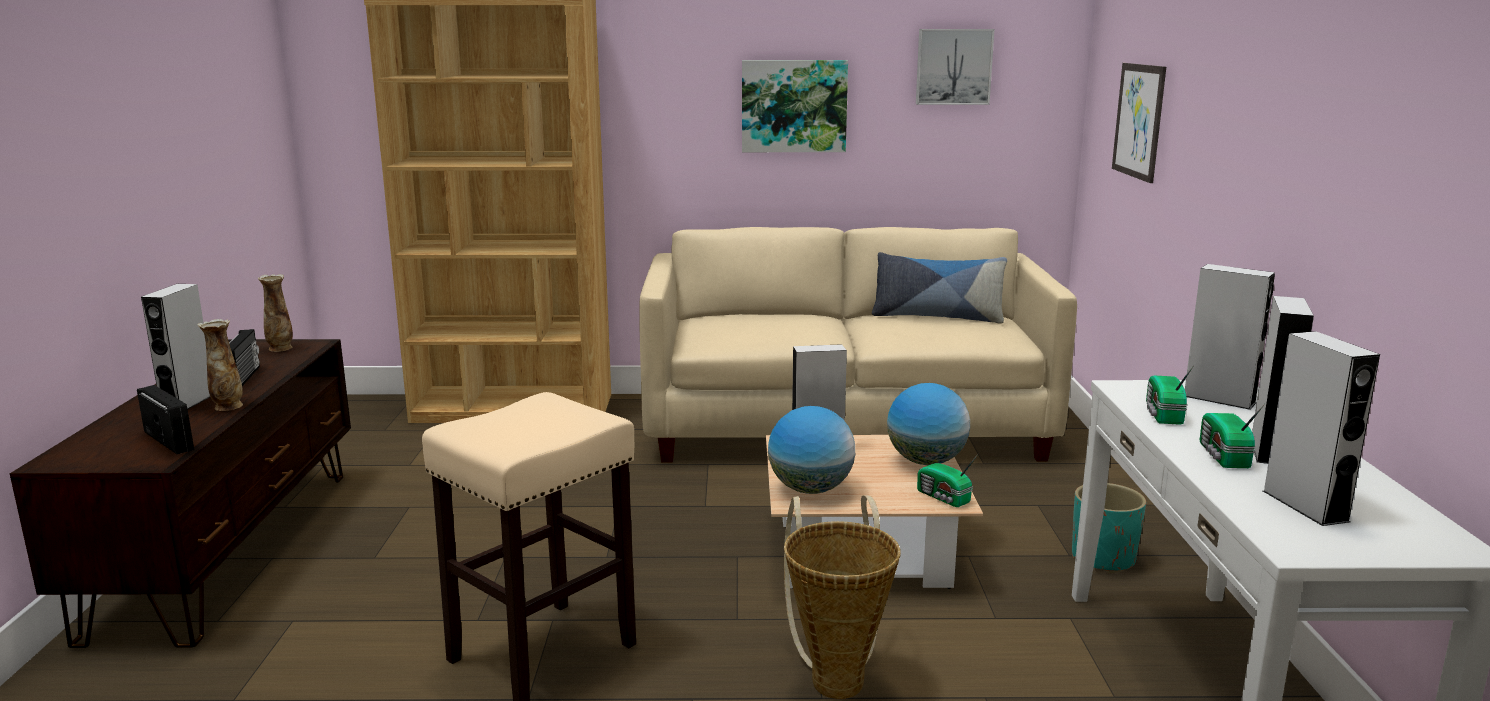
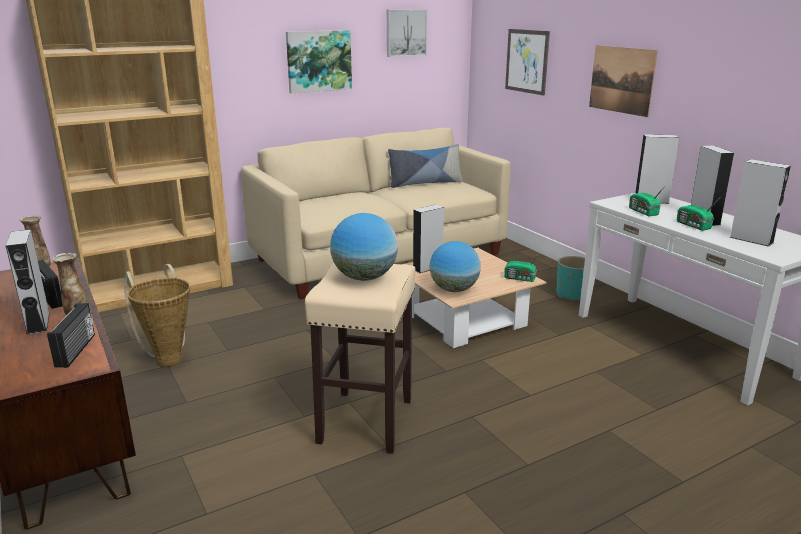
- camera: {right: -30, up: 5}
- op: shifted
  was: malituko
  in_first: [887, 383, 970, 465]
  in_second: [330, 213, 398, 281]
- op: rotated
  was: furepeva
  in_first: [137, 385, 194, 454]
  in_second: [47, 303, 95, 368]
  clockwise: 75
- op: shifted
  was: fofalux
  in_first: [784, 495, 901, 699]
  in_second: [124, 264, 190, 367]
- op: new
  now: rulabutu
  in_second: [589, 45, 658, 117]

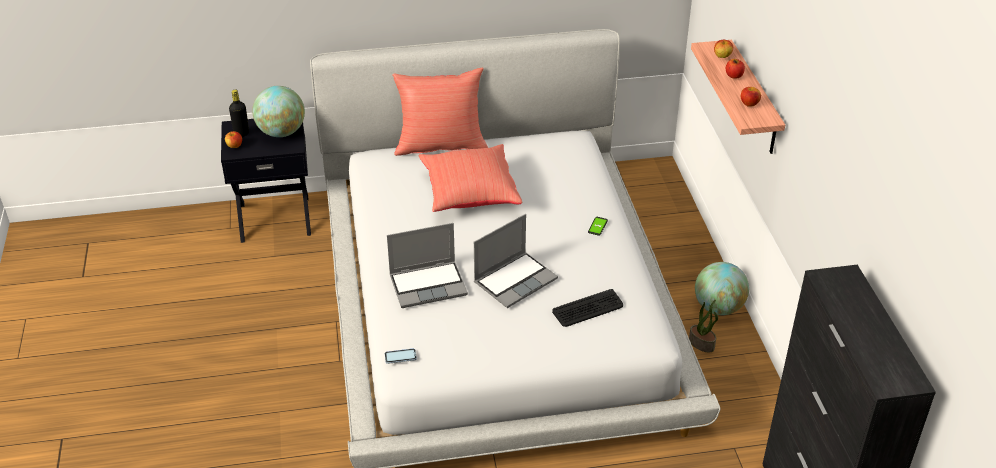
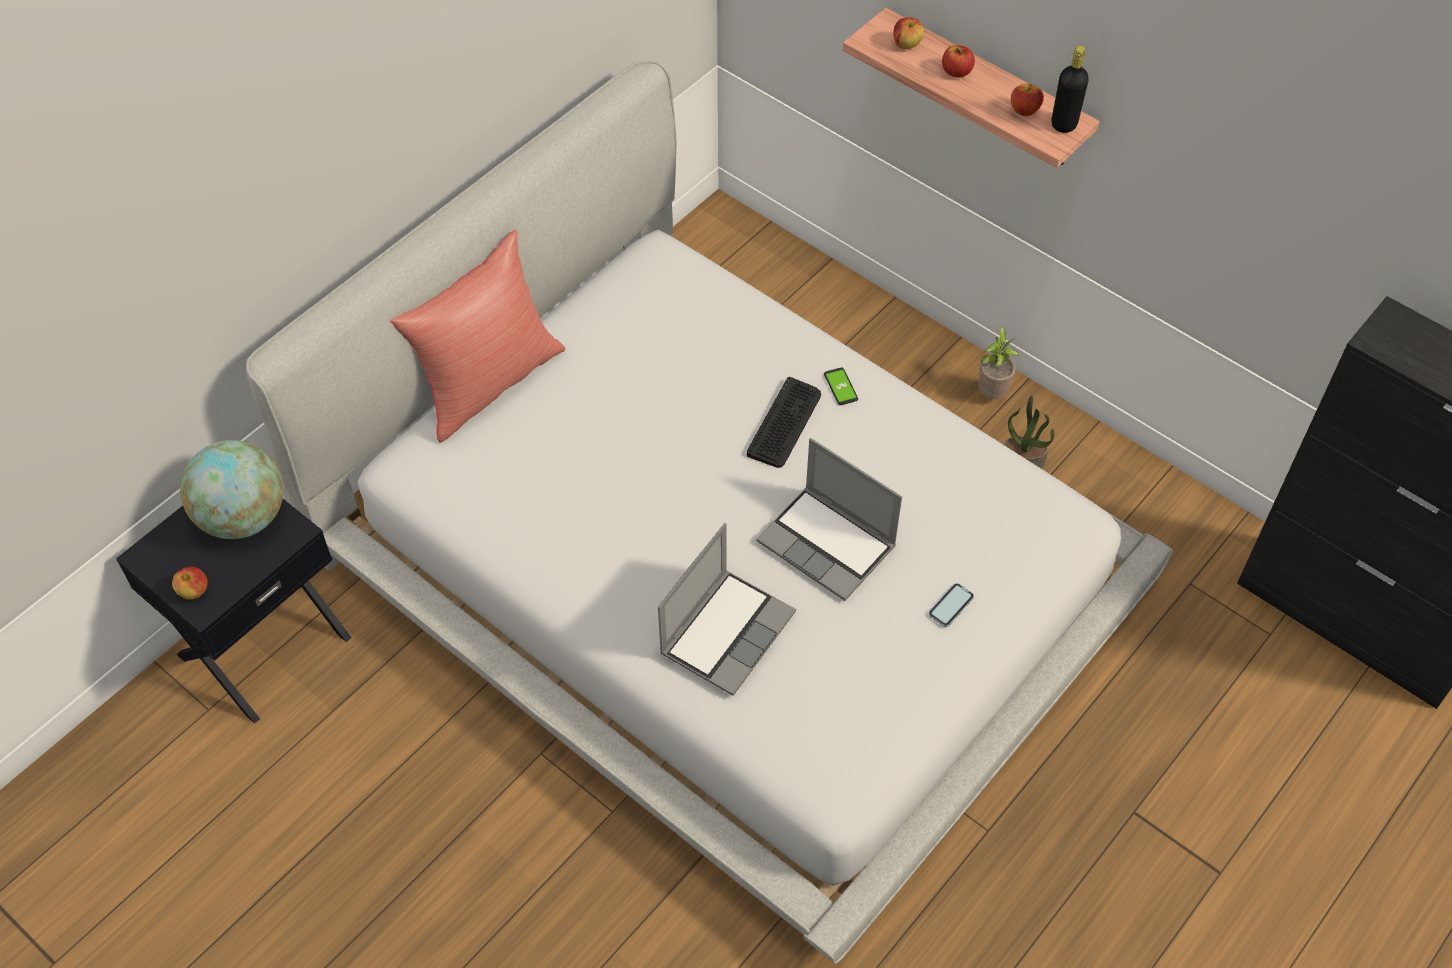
- camera: {right: -40, up: 15}
- op: shifted
  was: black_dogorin
  in_first: [229, 90, 249, 137]
  in_second: [1052, 45, 1089, 133]
- op: gone
  was: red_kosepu
  in_first: [418, 144, 522, 212]
- op: rotated
  was: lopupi
  in_first: [474, 214, 558, 308]
  in_second: [756, 438, 902, 601]
  clockwise: 120
- op: swapped
  was: malituko
  now: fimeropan
  in_first: [695, 262, 749, 315]
  in_second: [979, 326, 1019, 399]
- op: shifted
  was: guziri
  in_first: [552, 289, 623, 327]
  in_second: [747, 377, 821, 468]
- op: shifted
  was: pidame
  in_first: [385, 349, 417, 364]
  in_second: [928, 583, 974, 627]

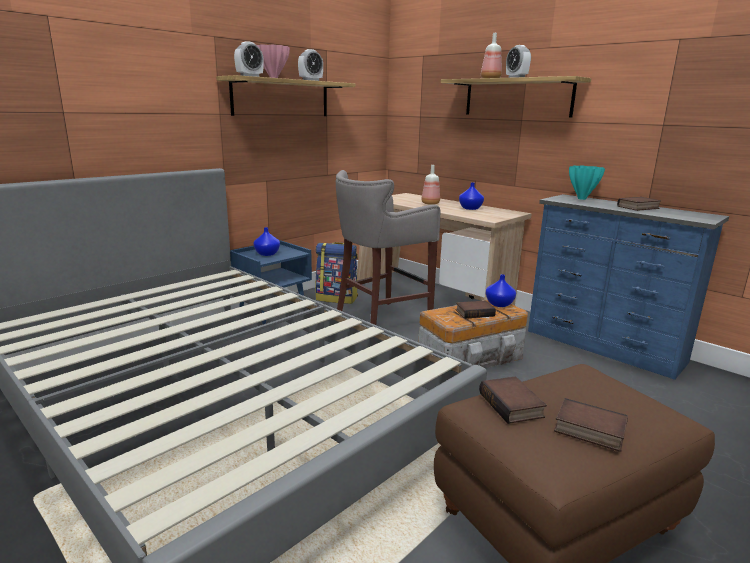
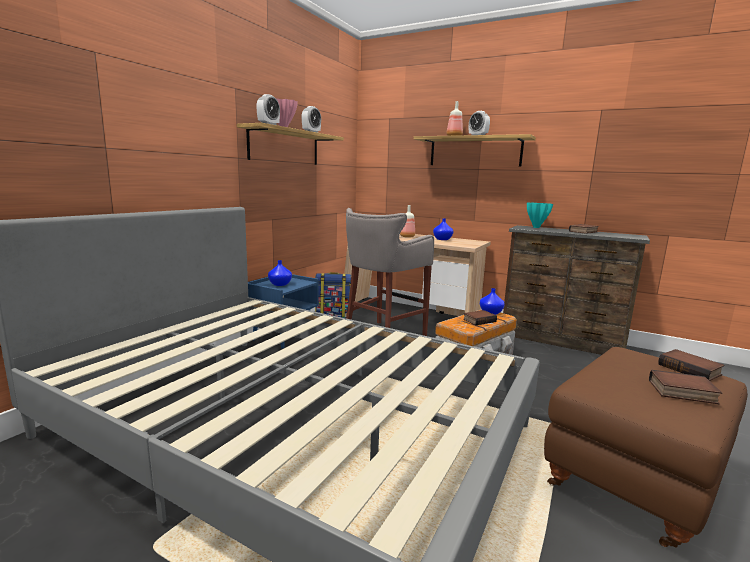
- camera: {right: -15, up: -5}
- op: repainted
  was: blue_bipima
  now: brown_bipima
  in_first: [528, 194, 729, 380]
  in_second: [503, 225, 650, 355]
- op: shifted
  was: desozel
  in_first: [479, 376, 547, 424]
  in_second: [658, 349, 725, 381]

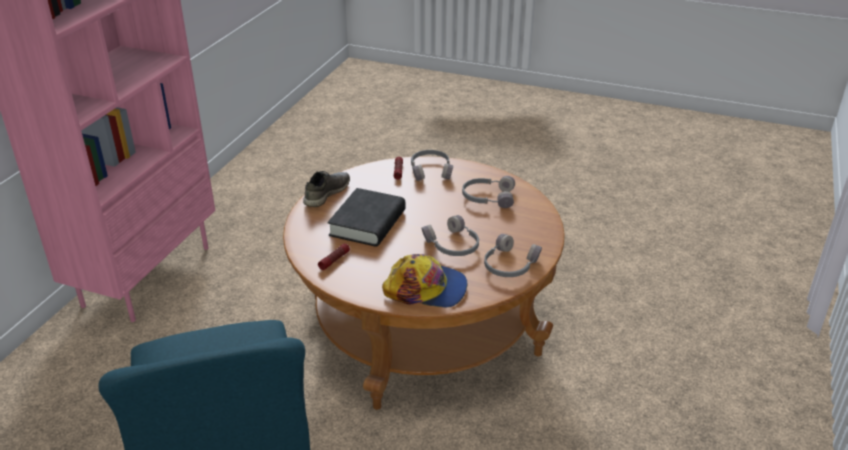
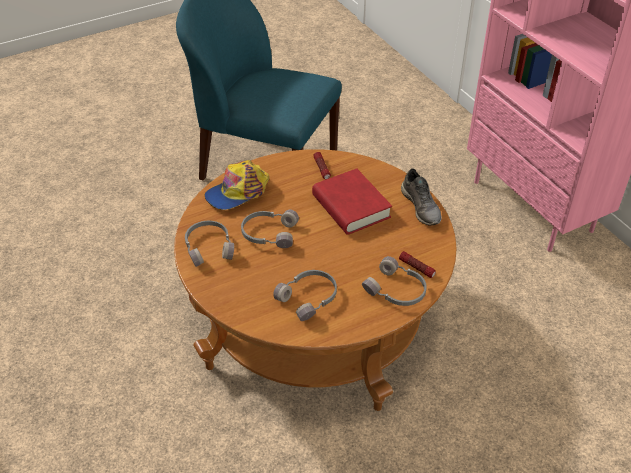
- camera: {right: 130, up: 10}
- op: repainted
  was: black_desozel
  now: red_desozel
  in_first: [328, 188, 406, 247]
  in_second: [312, 168, 392, 235]

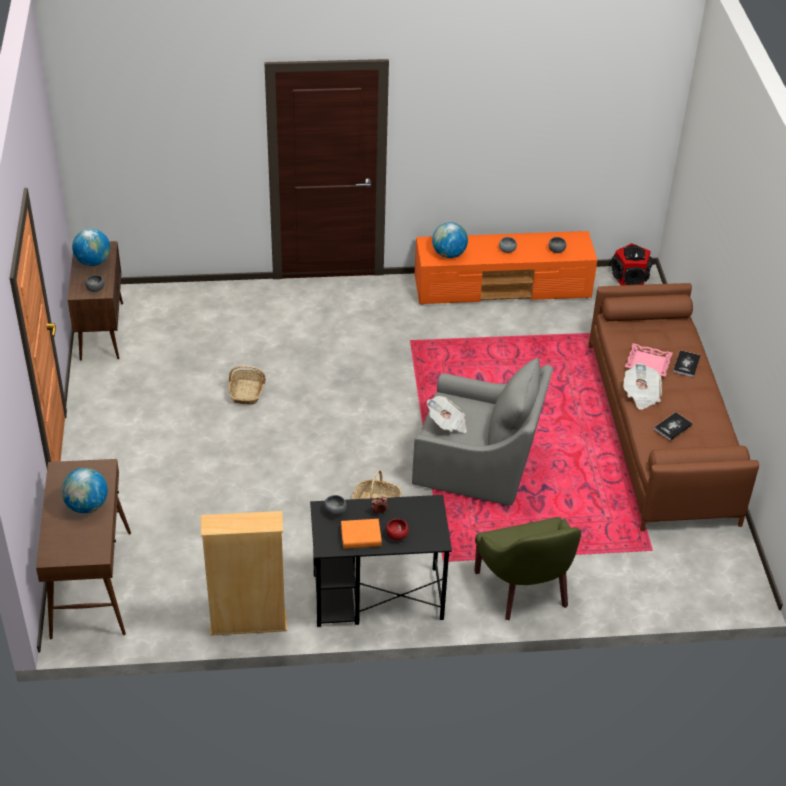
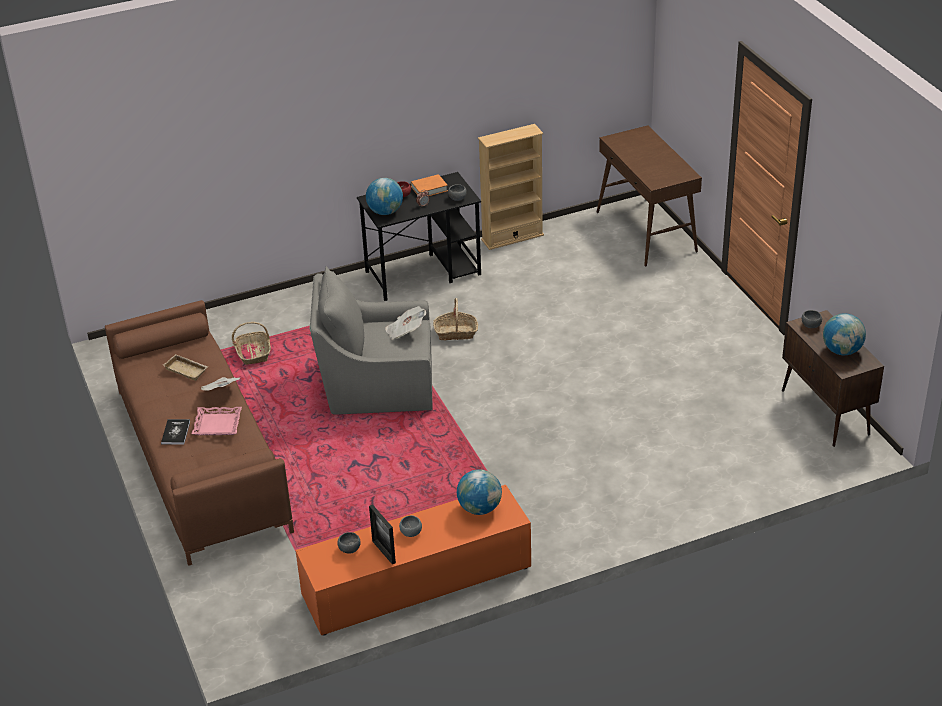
- camera: {right: 165, up: -5}
- op: gone
  was: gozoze
  in_first: [611, 243, 653, 286]
- op: shifted
  was: fofalux
  in_first: [228, 365, 266, 405]
  in_second: [232, 322, 271, 365]
- op: swapped
  was: desozel
  now: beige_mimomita
  in_first: [654, 412, 693, 441]
  in_second: [163, 354, 208, 381]
- op: shifted
  was: malituko
  in_first: [61, 468, 108, 513]
  in_second: [366, 178, 403, 215]
- op: gone
  was: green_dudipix
  in_first: [474, 517, 581, 620]
- op: new
  now: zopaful
  in_second: [369, 504, 396, 565]

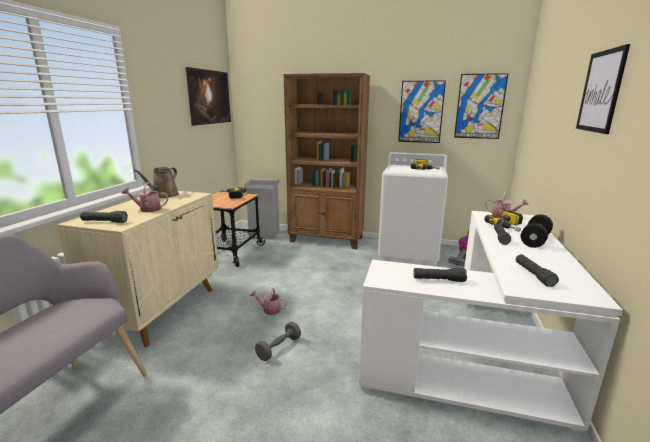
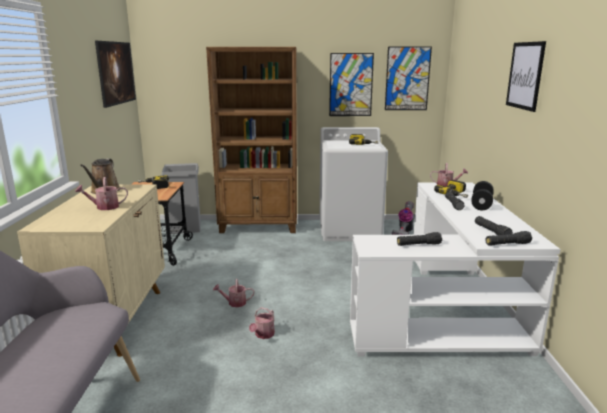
- camera: {right: -15, up: 0}
- op: shifted
  was: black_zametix
  in_first: [80, 211, 128, 223]
  in_second: [486, 231, 532, 246]
- op: swapped
  was: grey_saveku
  now: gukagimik
  in_first: [255, 322, 301, 361]
  in_second: [249, 307, 275, 339]

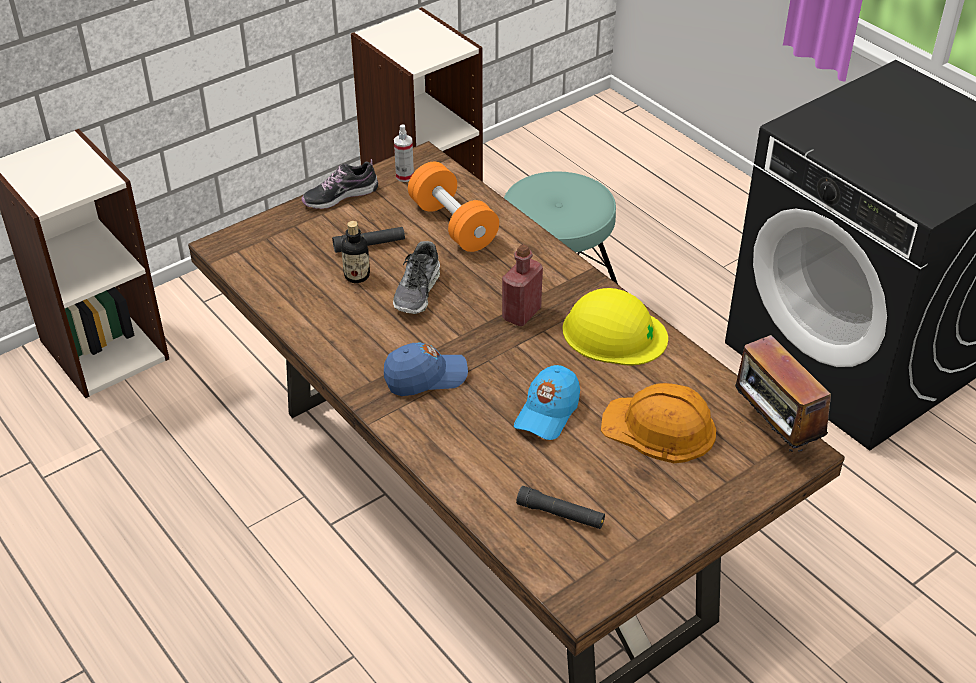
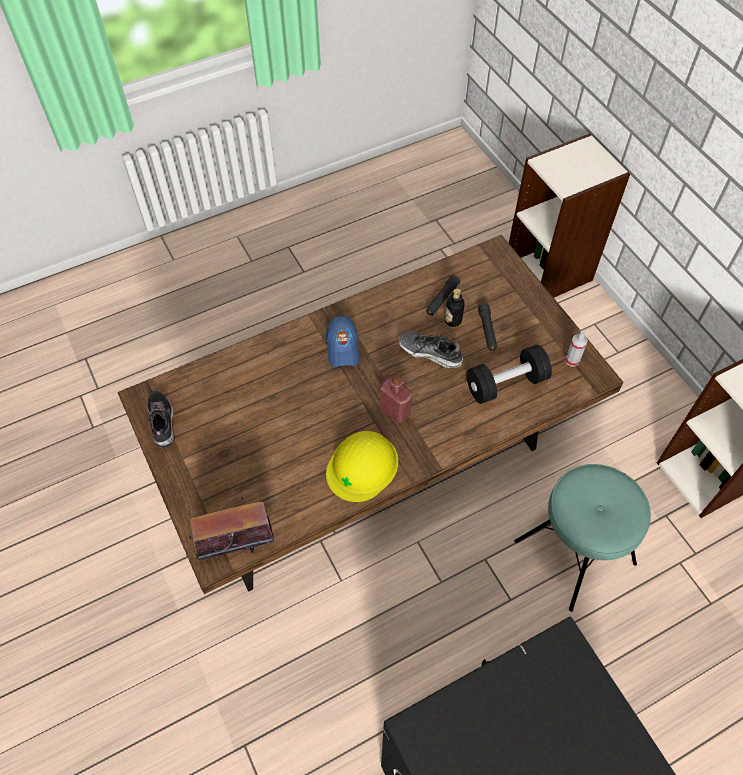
- camera: {right: 100, up: 15}
- op: shifted
  was: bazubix
  in_first: [302, 159, 378, 209]
  in_second: [148, 390, 175, 448]
- op: repainted
  was: orange_saveku
  now: black_saveku
  in_first: [408, 162, 499, 252]
  in_second: [466, 345, 552, 404]
- op: gone
  was: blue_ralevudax
  in_first: [514, 365, 580, 440]
- op: gone
  was: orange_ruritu
  in_first: [601, 383, 716, 463]
- op: shifted
  was: black_zametix
  in_first: [516, 486, 605, 529]
  in_second: [426, 275, 460, 316]

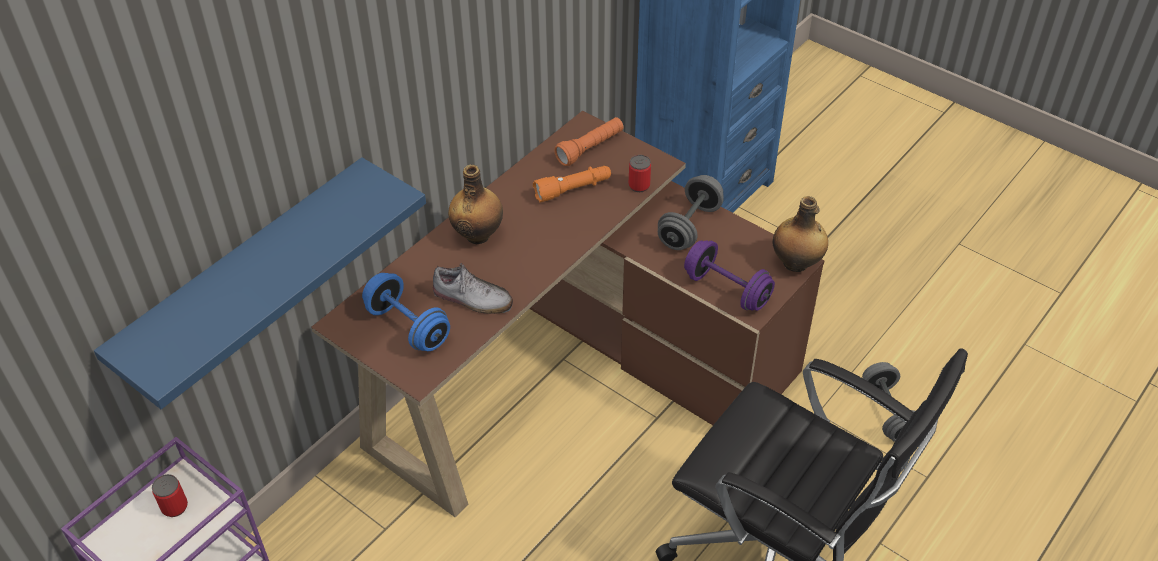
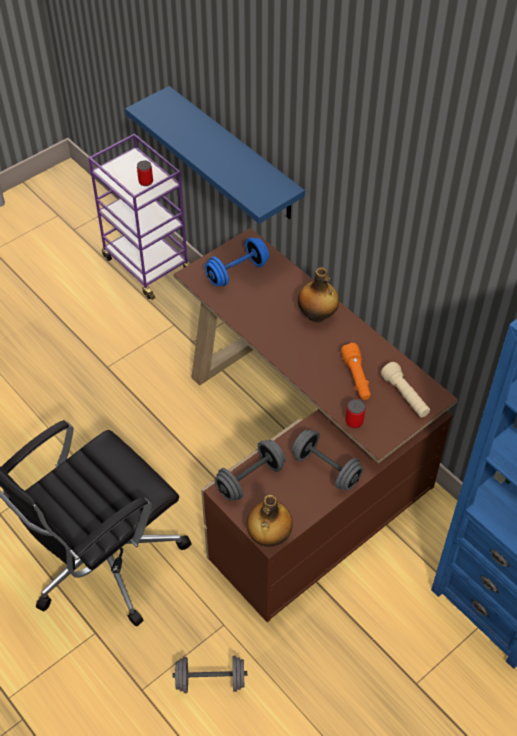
- camera: {right: 100, up: 5}
- op: repainted
  was: orange_zametix
  now: beige_zametix
  in_first: [554, 117, 624, 166]
  in_second: [381, 362, 430, 417]
- op: repainted
  was: purple_saveku
  now: grey_saveku
  in_first: [684, 241, 775, 311]
  in_second: [215, 440, 286, 501]
- op: gone
  was: bazubix
  in_first: [433, 263, 513, 314]

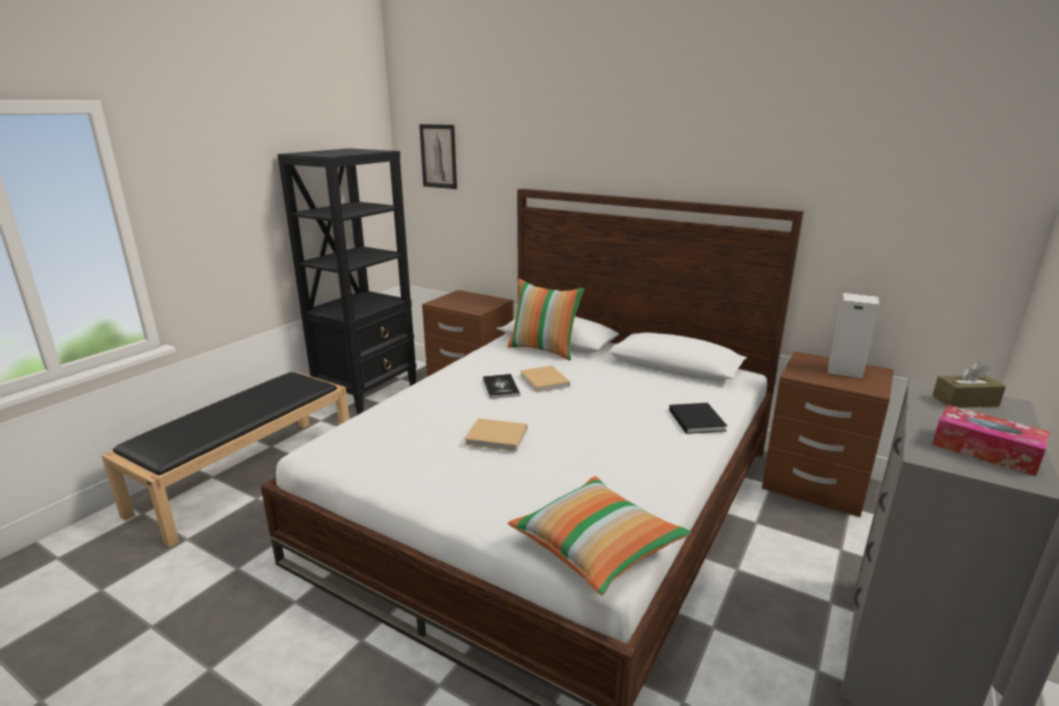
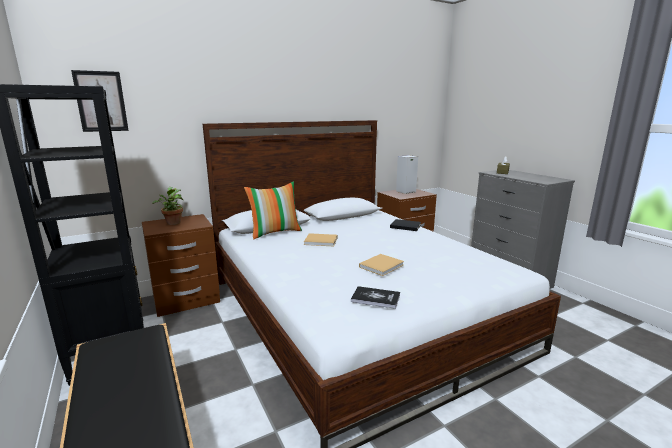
- camera: {right: -60, up: -5}
- op: shifted
  was: desozel
  in_first: [482, 374, 520, 399]
  in_second: [351, 286, 400, 309]
- op: gone
  was: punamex
  in_first: [932, 405, 1050, 476]
- op: gone
  was: kosepu
  in_first: [508, 476, 691, 595]
- op: new
  now: fimeropan
  in_second: [152, 187, 183, 225]

